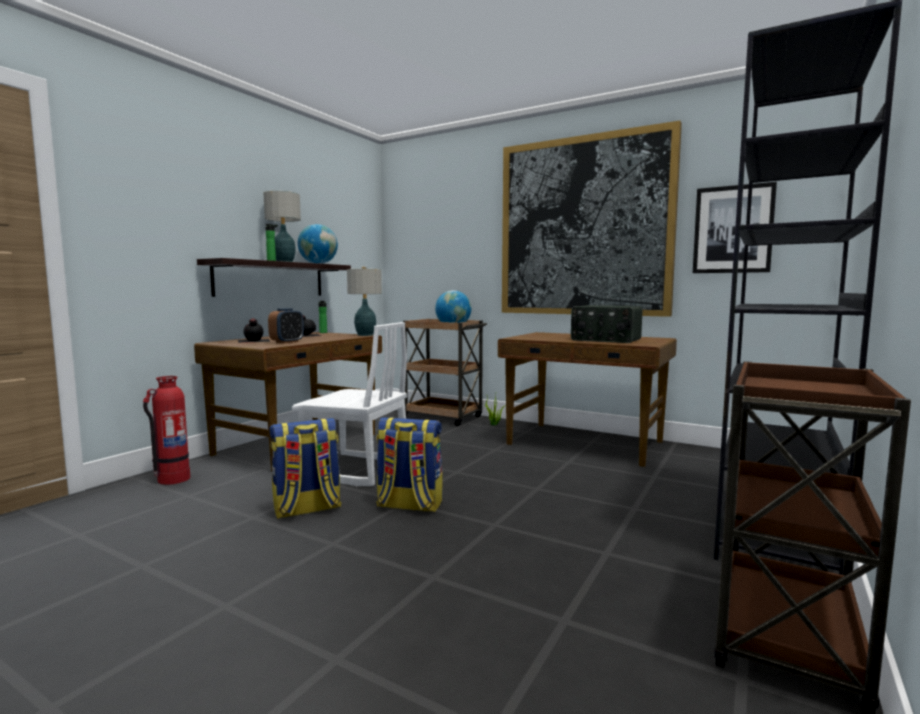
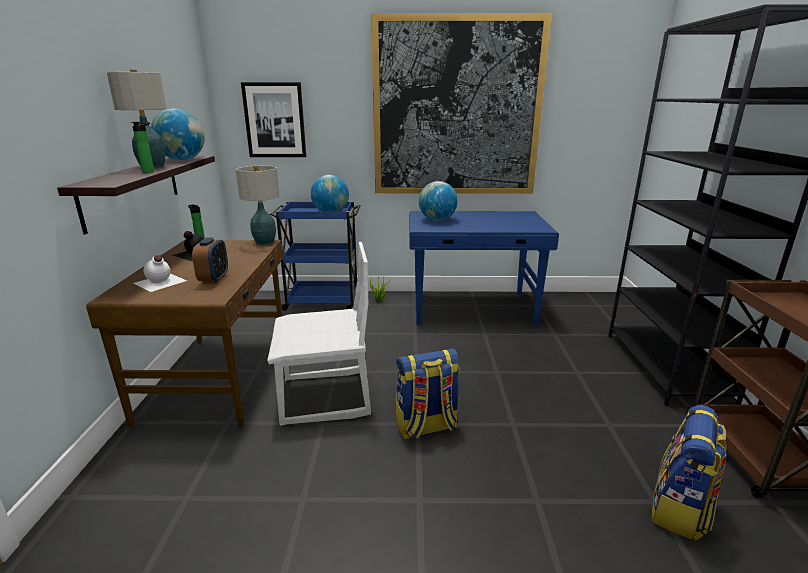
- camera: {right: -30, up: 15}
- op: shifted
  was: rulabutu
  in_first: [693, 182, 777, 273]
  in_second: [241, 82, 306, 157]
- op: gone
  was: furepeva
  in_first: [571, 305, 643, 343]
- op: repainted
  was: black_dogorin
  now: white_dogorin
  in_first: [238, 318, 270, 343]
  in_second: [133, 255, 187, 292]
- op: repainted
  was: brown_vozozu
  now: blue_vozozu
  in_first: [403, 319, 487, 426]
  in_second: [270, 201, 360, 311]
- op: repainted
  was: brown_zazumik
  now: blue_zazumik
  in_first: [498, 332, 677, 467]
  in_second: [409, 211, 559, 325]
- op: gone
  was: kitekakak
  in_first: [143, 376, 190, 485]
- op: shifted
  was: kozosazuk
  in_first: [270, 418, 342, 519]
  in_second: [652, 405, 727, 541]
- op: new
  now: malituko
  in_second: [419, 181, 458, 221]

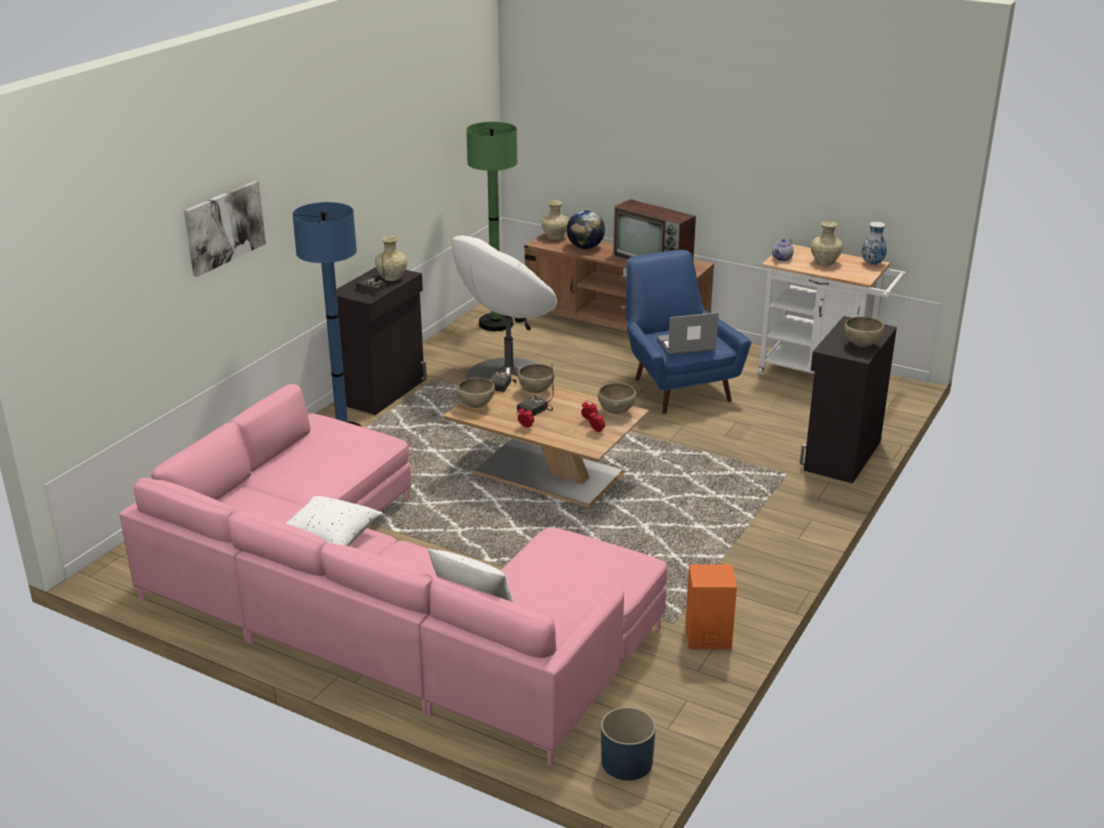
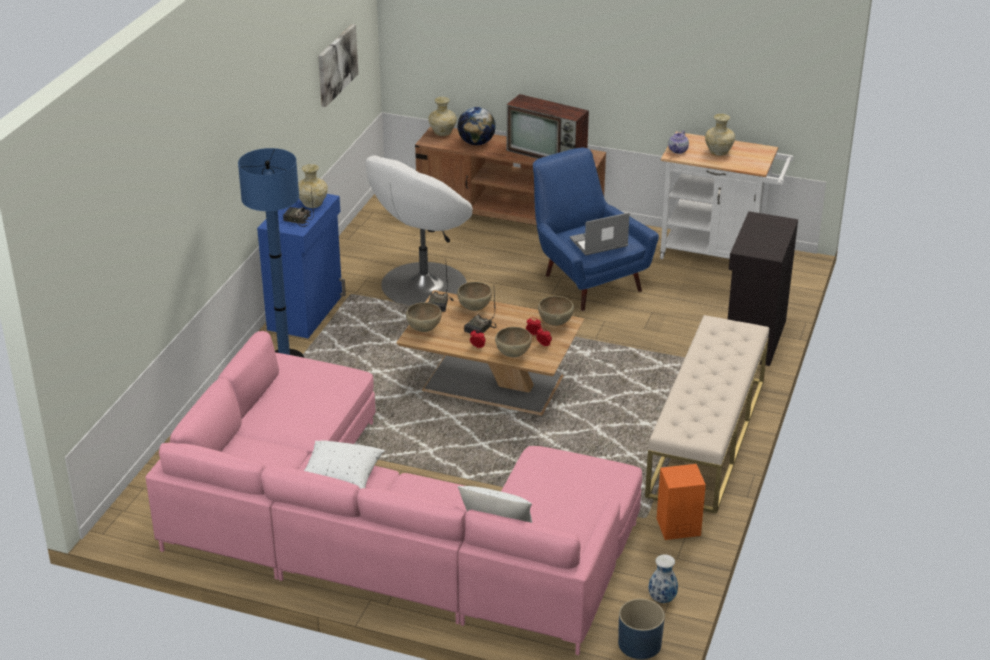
- camera: {right: -10, up: 5}
- op: gone
  was: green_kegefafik
  in_first: [467, 122, 518, 331]
- op: shifted
  was: rulabutu
  in_first: [184, 180, 266, 277]
  in_second: [318, 24, 358, 107]
- op: shifted
  was: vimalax
  in_first: [862, 222, 887, 265]
  in_second: [649, 554, 678, 603]
- op: repainted
  was: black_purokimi
  now: blue_purokimi
  in_first: [336, 267, 427, 415]
  in_second: [257, 194, 346, 338]
- op: shifted
  was: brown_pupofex
  in_first: [844, 317, 884, 347]
  in_second: [495, 327, 532, 357]
- op: new
  now: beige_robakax
  in_second: [645, 315, 769, 514]

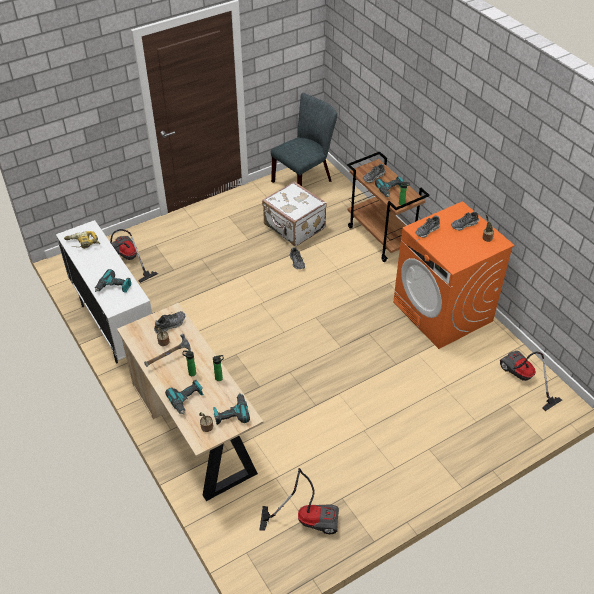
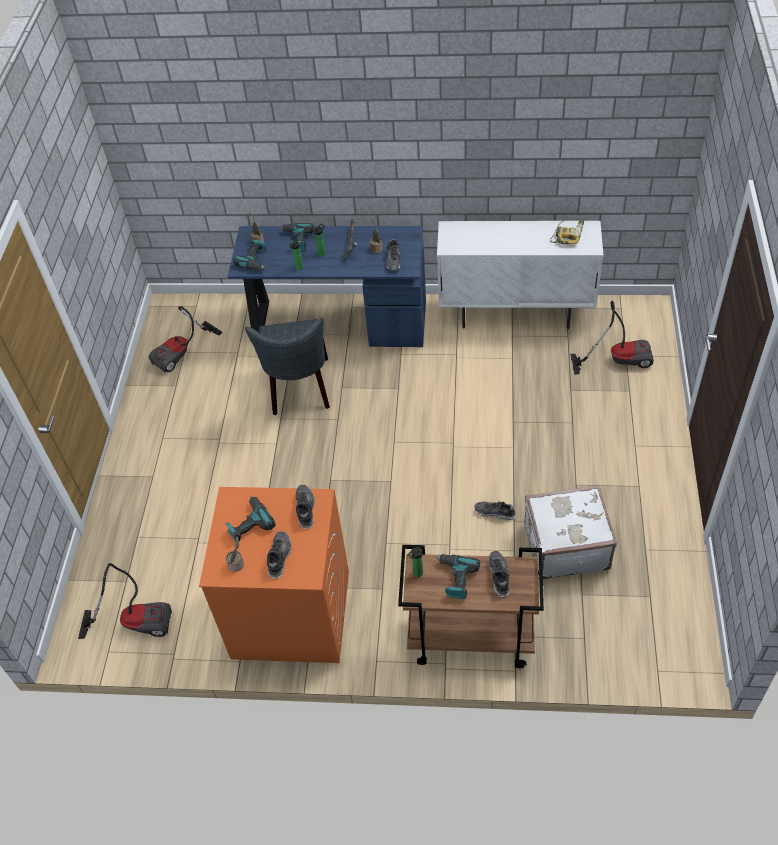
- camera: {right: 130, up: 5}
- op: shifted
  was: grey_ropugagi
  in_first: [271, 93, 337, 186]
  in_second: [245, 317, 330, 415]
- op: shifted
  was: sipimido
  in_first: [95, 269, 131, 293]
  in_second: [226, 496, 276, 541]
- op: repainted
  was: beige_zazumik
  now: blue_zazumik
  in_first: [117, 303, 264, 501]
  in_second: [228, 226, 426, 347]

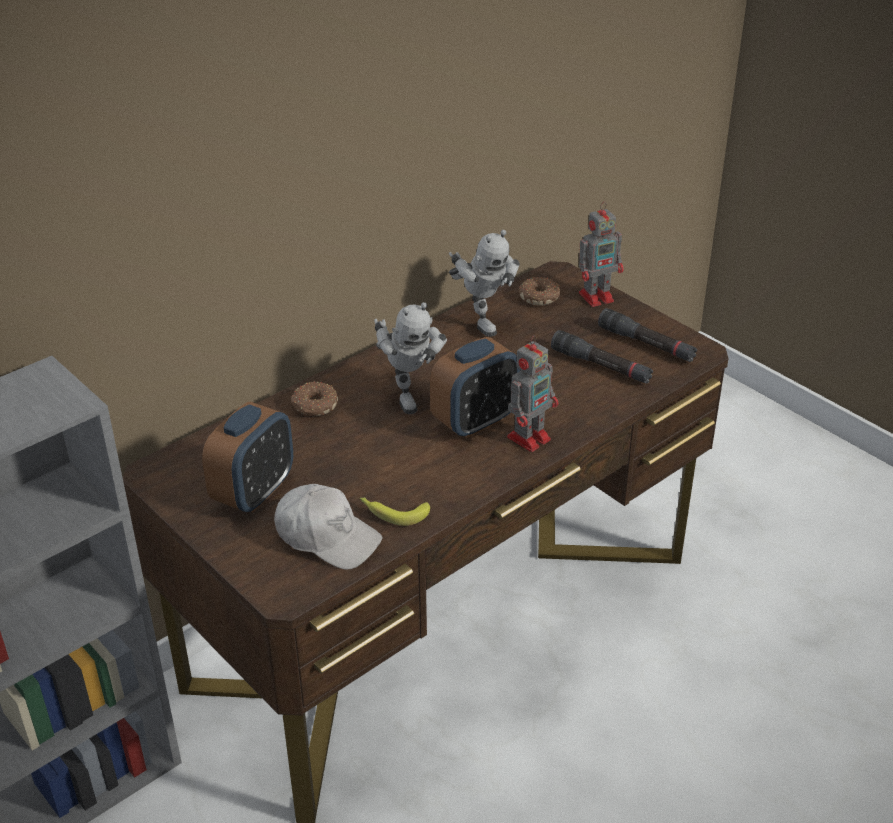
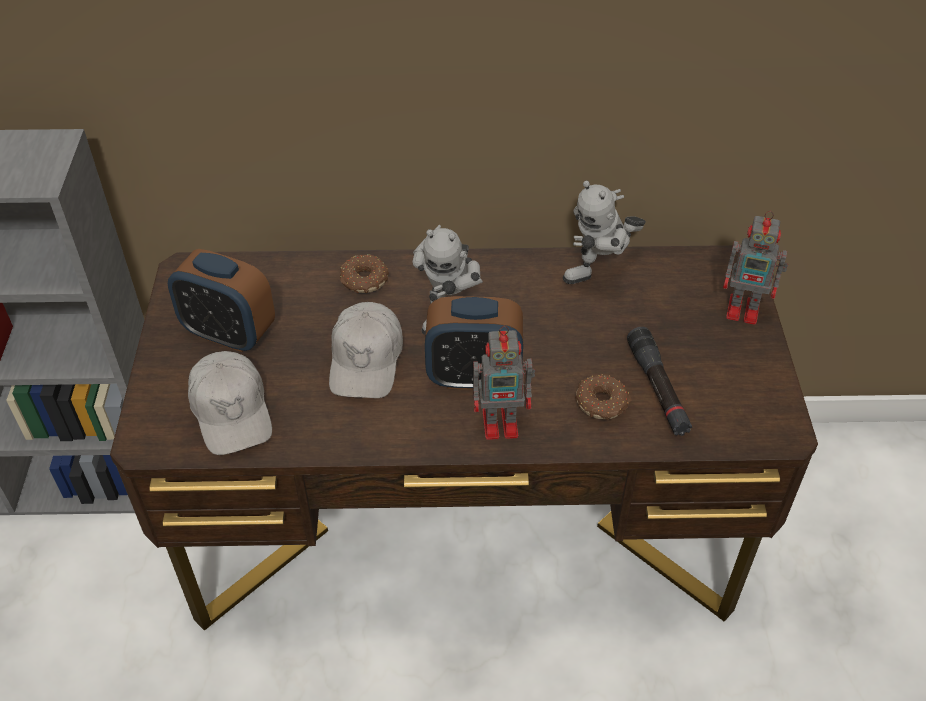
- camera: {right: 40, up: 10}
- op: rotated
  was: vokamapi
  in_first: [449, 230, 520, 337]
  in_second: [563, 180, 646, 284]
  clockwise: 45
- op: shifted
  was: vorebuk
  in_first: [518, 277, 560, 306]
  in_second: [575, 374, 632, 420]
- op: gone
  was: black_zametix
  in_first: [598, 308, 697, 362]
- op: rotated
  was: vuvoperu
  in_first: [202, 402, 293, 513]
  in_second: [168, 249, 275, 352]
  clockwise: 45
- op: gone
  was: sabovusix
  in_first: [360, 497, 430, 526]
- op: new
  now: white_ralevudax
  in_second: [329, 302, 403, 398]

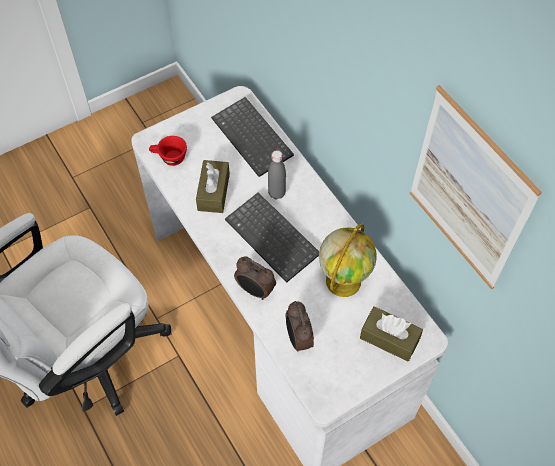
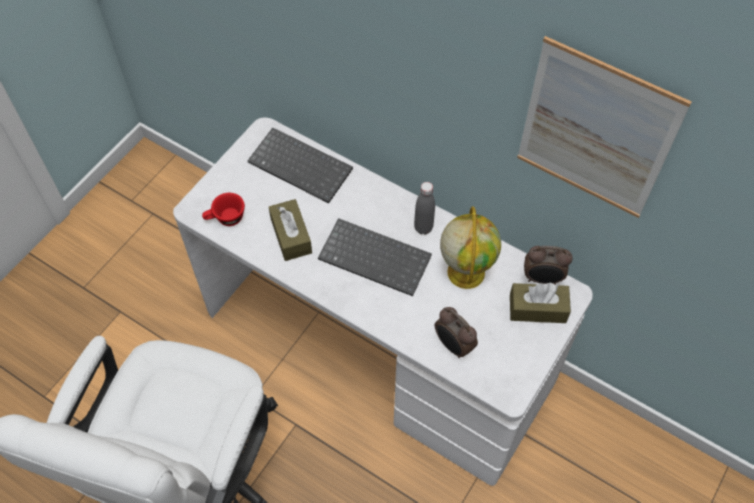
- camera: {right: -25, up: 0}
- op: shifted
  was: grey_dogorin
  in_first: [268, 150, 286, 199]
  in_second: [414, 182, 435, 234]
- op: shifted
  was: vuvoperu
  in_first: [234, 256, 276, 300]
  in_second: [524, 246, 573, 285]

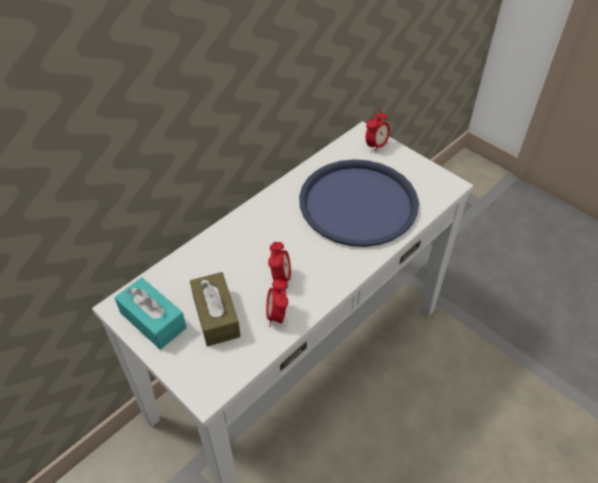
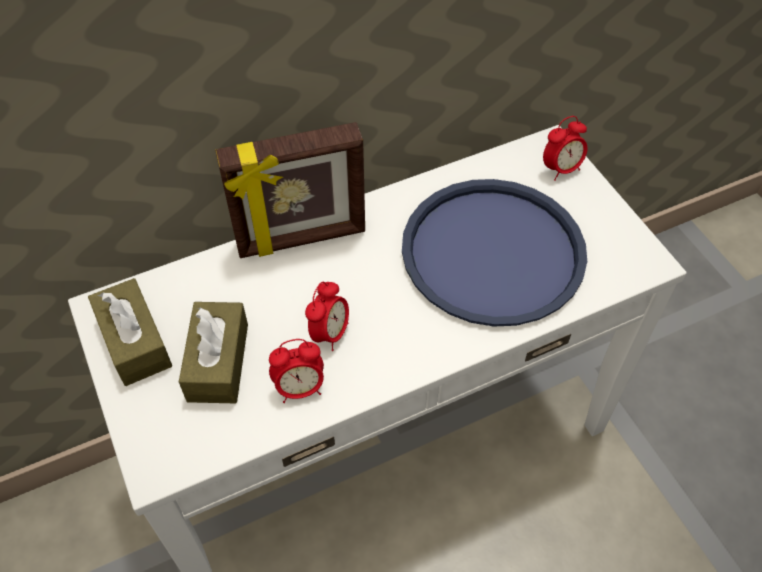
- camera: {right: 20, up: 5}
- op: repainted
  was: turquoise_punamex
  now: brown_punamex
  in_first: [115, 277, 187, 349]
  in_second: [88, 278, 172, 386]
- op: rotated
  was: vuvoperu
  in_first: [266, 279, 288, 327]
  in_second: [269, 339, 324, 403]
  clockwise: -120
- op: new
  now: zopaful
  in_second: [215, 122, 365, 258]

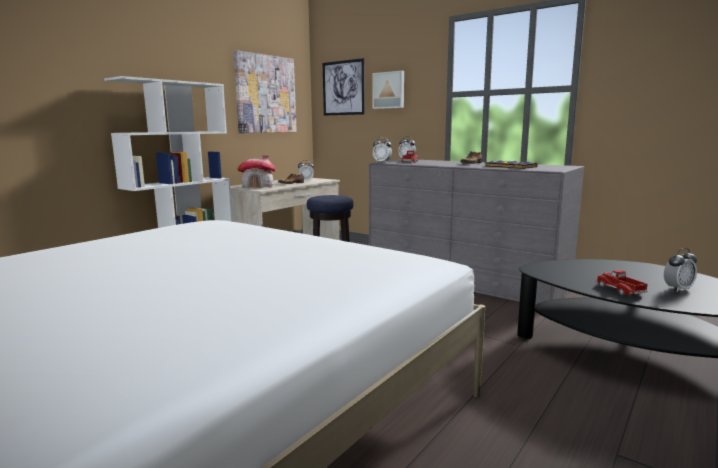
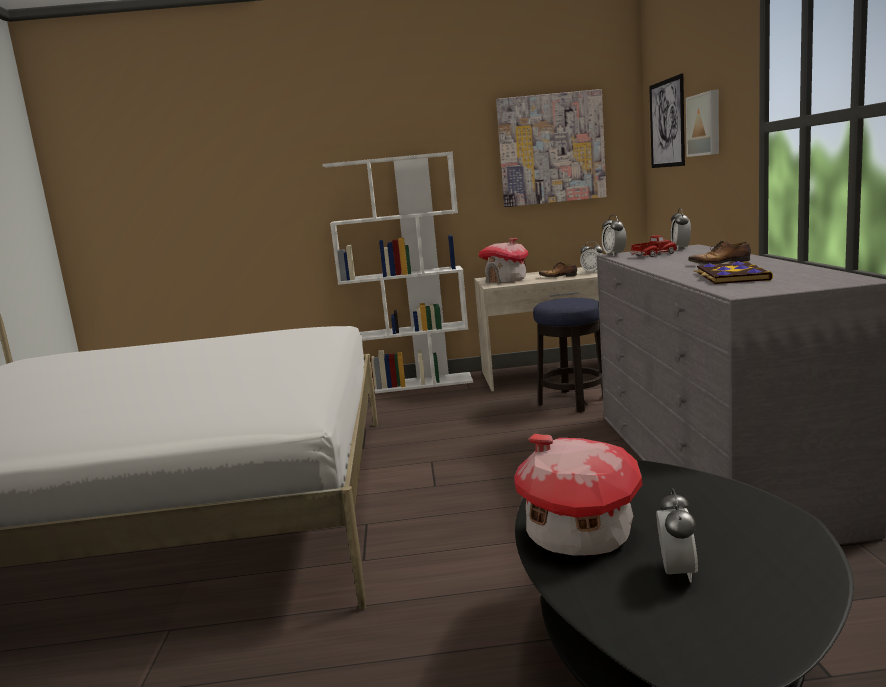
- camera: {right: 50, up: 0}
- op: rotated
  was: vuvoperu
  in_first: [664, 248, 697, 292]
  in_second: [656, 488, 698, 583]
  clockwise: -105
- op: swapped
  was: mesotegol
  now: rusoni
  in_first: [596, 270, 647, 295]
  in_second: [514, 434, 643, 556]

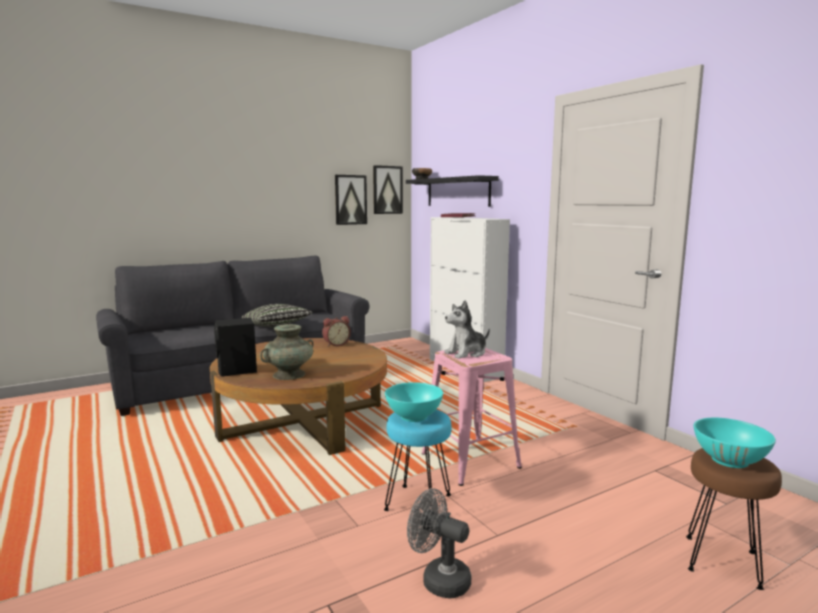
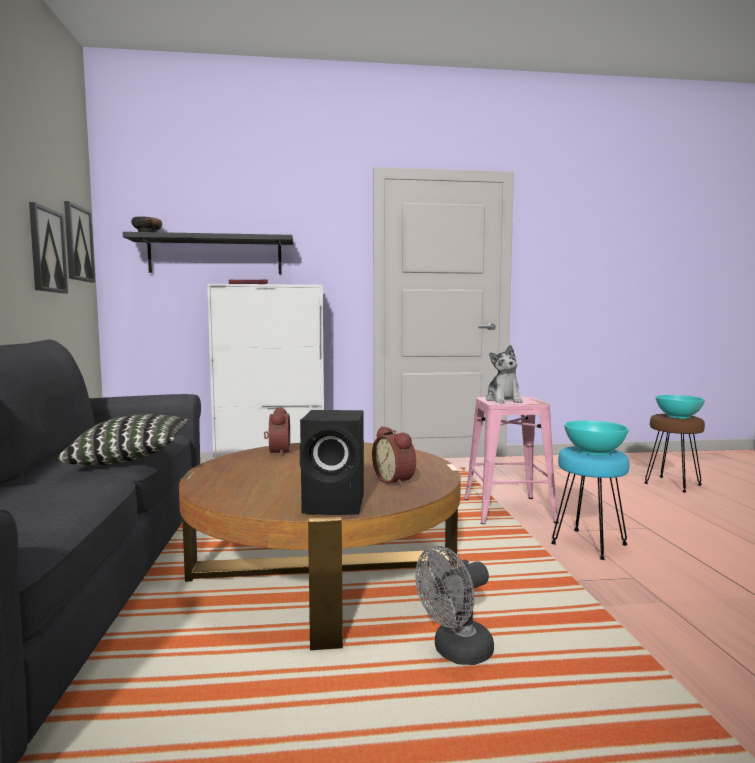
- camera: {right: -65, up: -5}
- op: swapped
  was: turquoise_vimalax
  now: vuvoperu
  in_first: [260, 324, 314, 380]
  in_second: [372, 426, 416, 487]
- op: shifted
  was: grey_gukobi
  in_first: [407, 488, 471, 599]
  in_second: [415, 546, 494, 665]

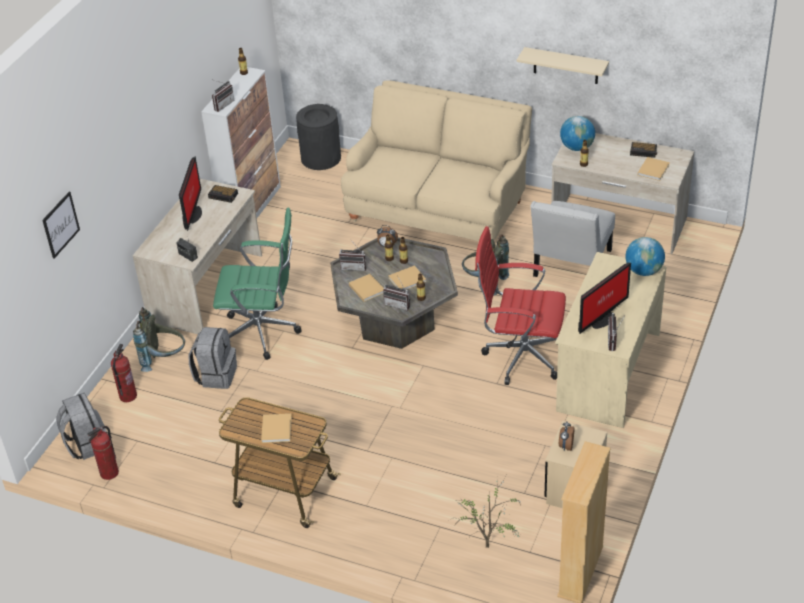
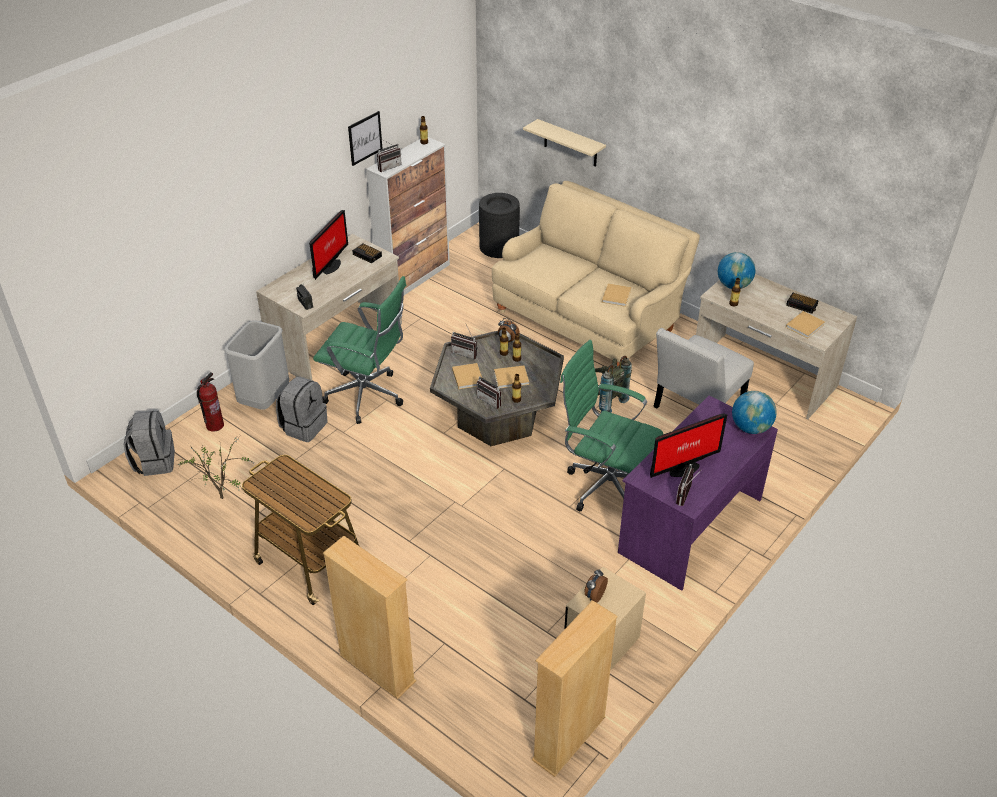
- camera: {right: 15, up: 0}
- op: shifted
  was: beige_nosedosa
  in_first: [517, 47, 609, 84]
  in_second: [523, 119, 606, 167]
- op: shifted
  was: rulabutu
  in_first: [42, 192, 80, 259]
  in_second: [348, 111, 382, 166]
- op: repainted
  was: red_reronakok
  now: green_reronakok
  in_first: [475, 226, 566, 385]
  in_second: [560, 340, 663, 512]
- op: repainted
  was: beige_zazumik
  now: purple_zazumik
  in_first: [555, 252, 667, 428]
  in_second: [618, 396, 778, 591]
- op: swapped
  was: grey_kozosazuk
  now: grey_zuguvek
  in_first: [133, 307, 185, 372]
  in_second: [224, 321, 289, 410]
- op: shifted
  was: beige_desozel
  in_first: [261, 414, 292, 443]
  in_second: [602, 283, 631, 307]
- op: gone
  was: kitekakak
  in_first: [87, 426, 119, 480]
- op: shifted
  was: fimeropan
  in_first: [450, 477, 521, 548]
  in_second: [177, 437, 254, 499]
- op: new
  now: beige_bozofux
  in_second: [323, 536, 416, 699]

